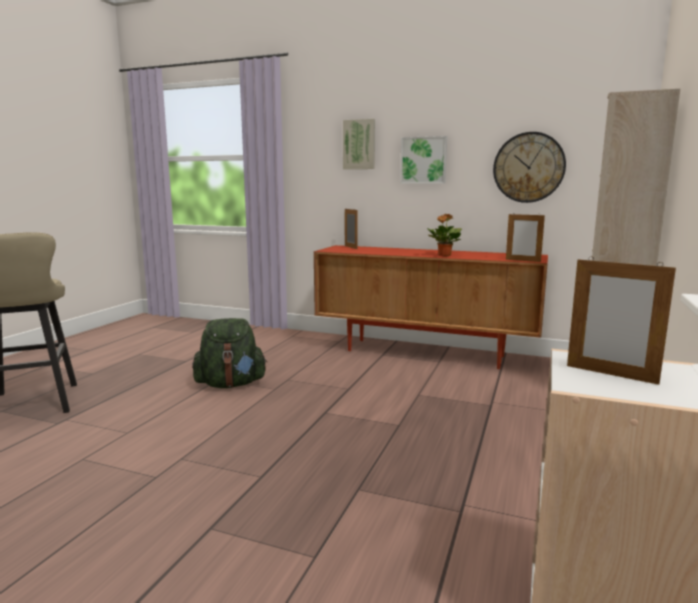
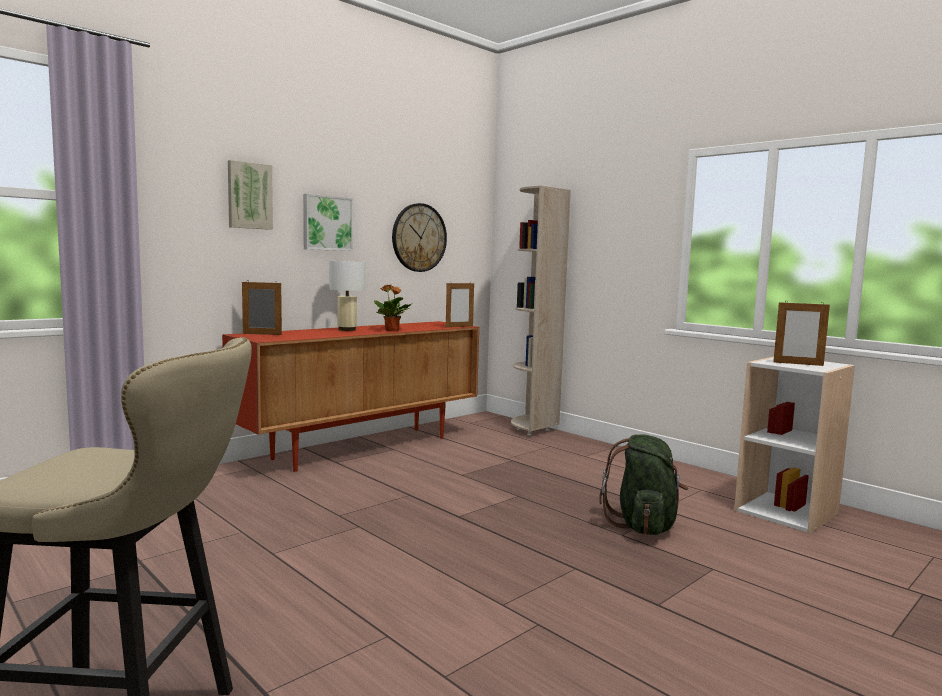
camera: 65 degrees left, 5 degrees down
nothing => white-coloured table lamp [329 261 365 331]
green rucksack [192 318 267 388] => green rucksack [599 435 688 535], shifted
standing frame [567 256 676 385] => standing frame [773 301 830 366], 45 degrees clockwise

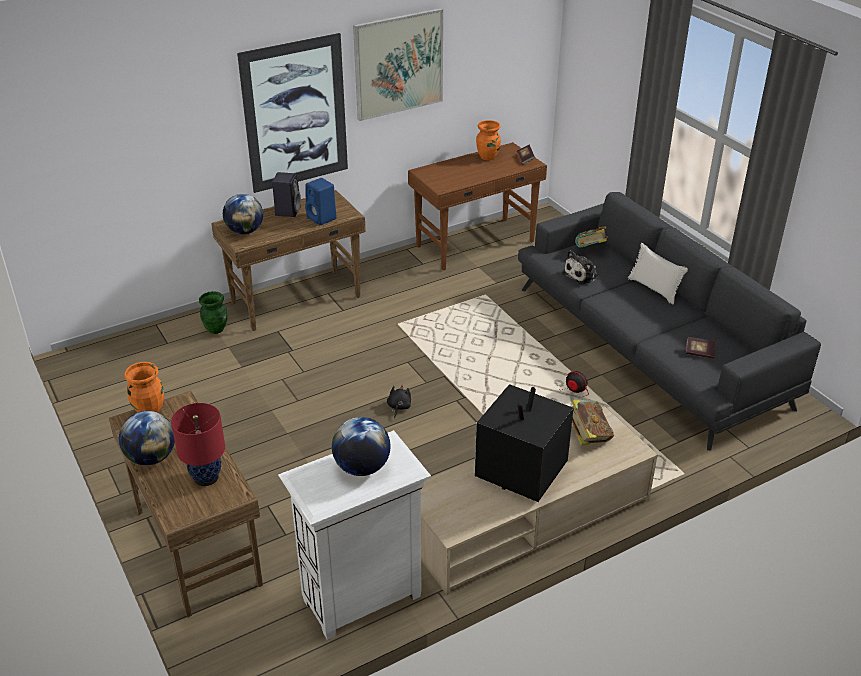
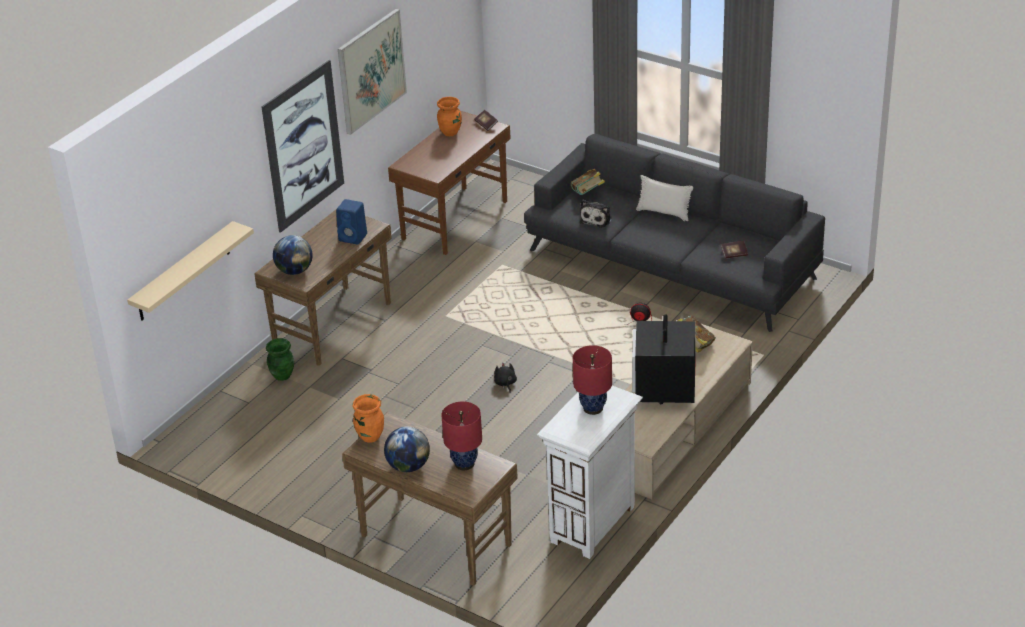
camera: 25 degrees left, 0 degrees up
black loudspeaker [272 172 301 217] => nothing
nothing => beige-coloured bracket shelf [127 221 254 321]
world globe [332 417 391 476] => reddish table lamp [573 345 612 415]

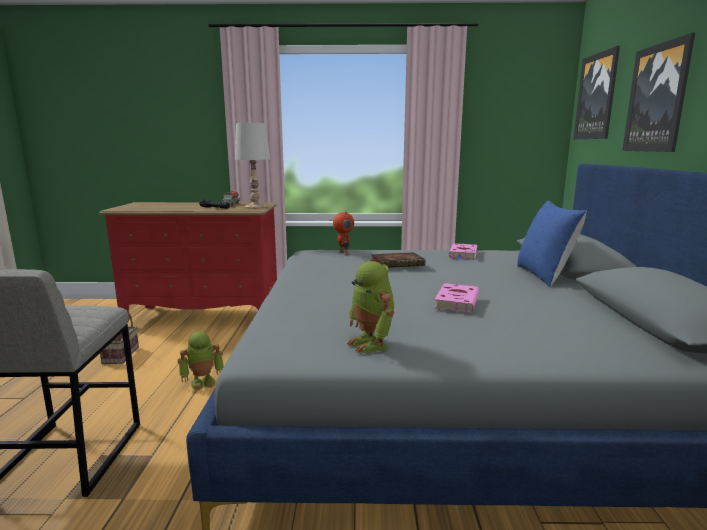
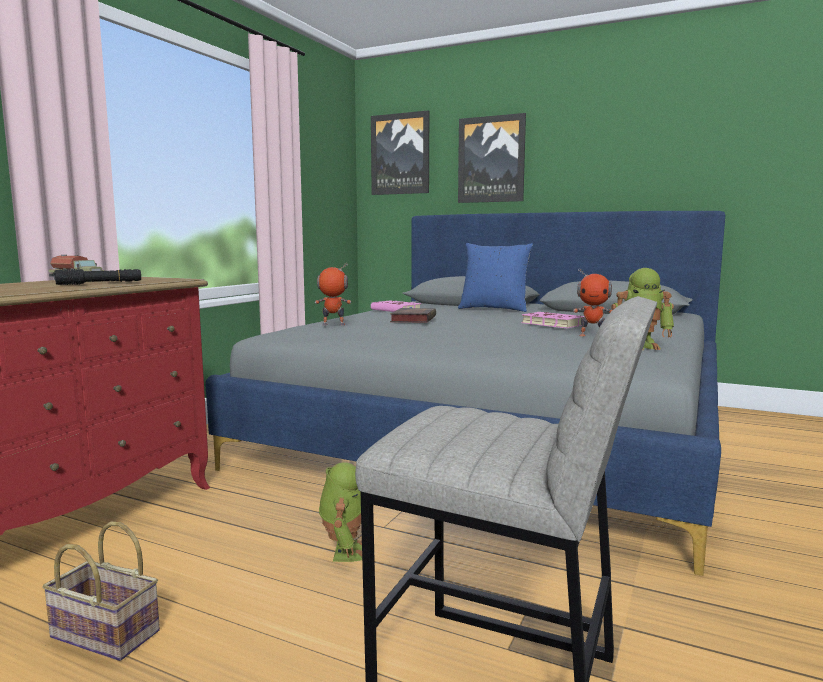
camera: 65 degrees left, 5 degrees down
white-coloured table lamp [235 123 270 209] => nothing
nothing => toy robot [573 268 612 336]

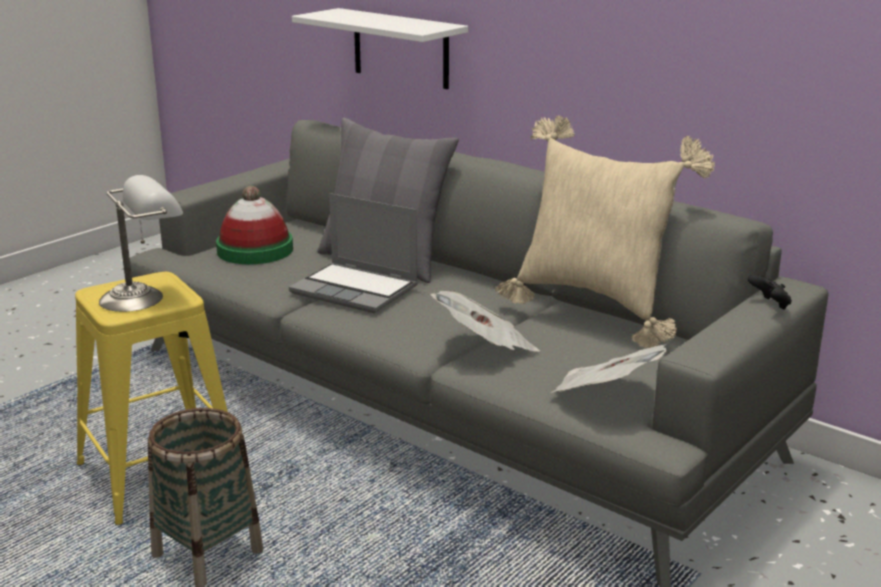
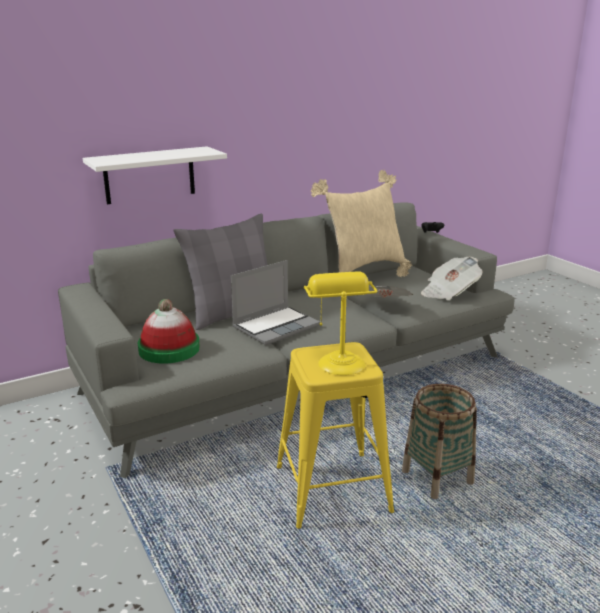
camera: 70 degrees left, 0 degrees up
white-coloured table lamp [99 175 183 312] => yellow table lamp [304 272 378 375]

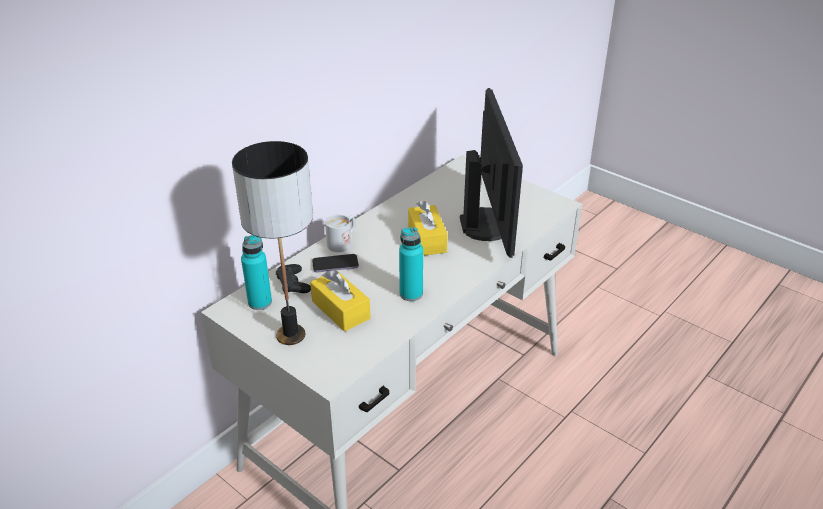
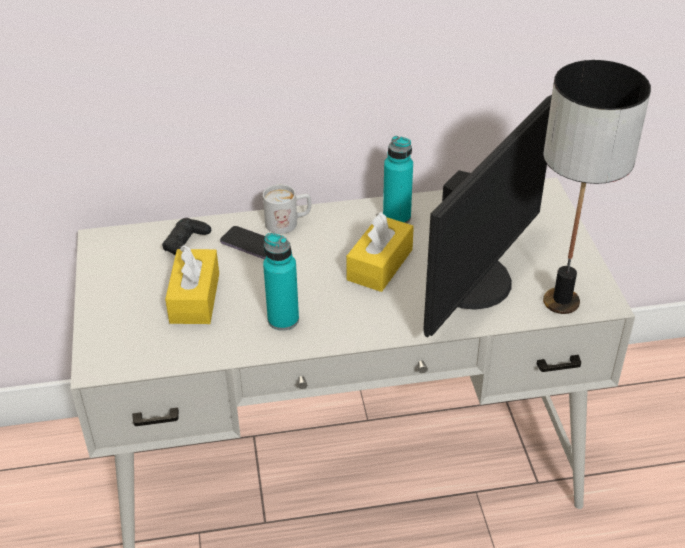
camera: 40 degrees right, 5 degrees up
table lamp [232 141 313 345] => table lamp [543 60 651 314], shifted
turquoise drink bottle [241 235 272 310] => turquoise drink bottle [383 136 413 223], shifted

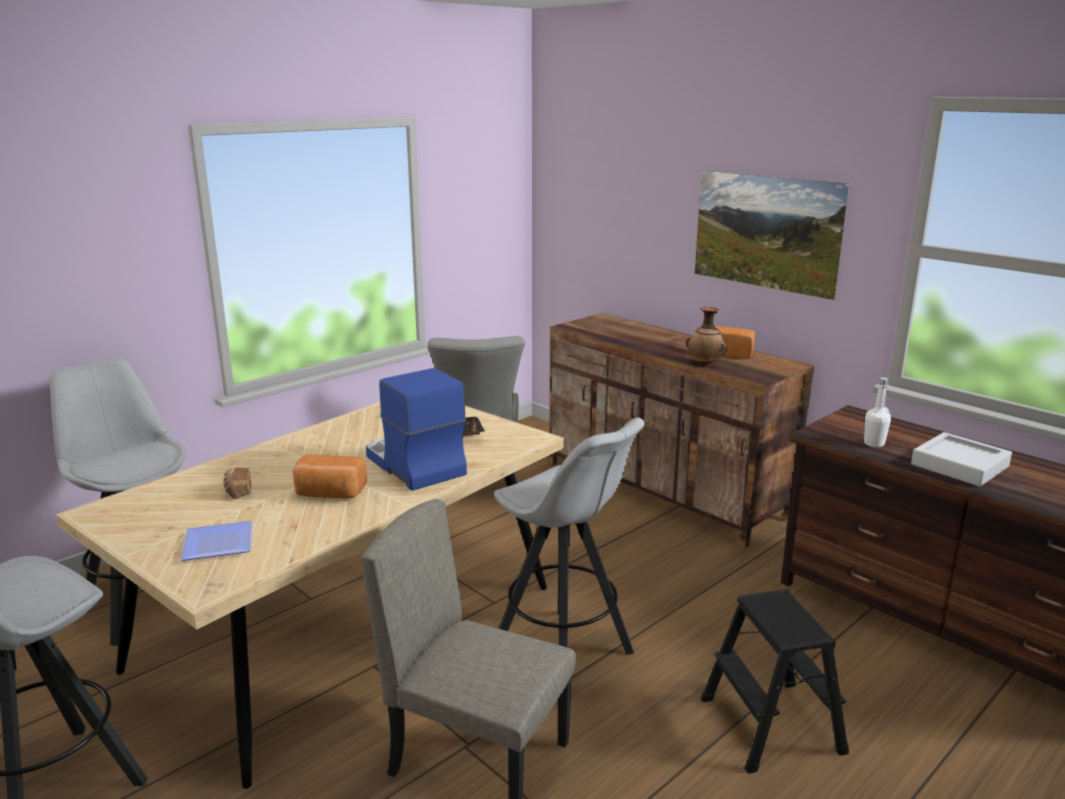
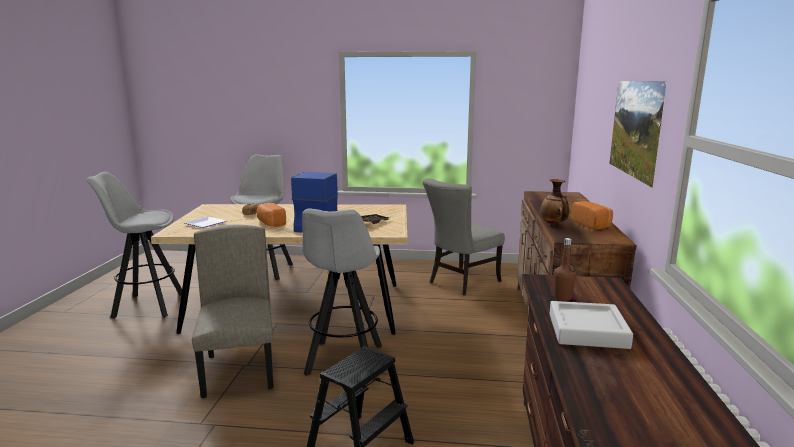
camera: 50 degrees right, 5 degrees down
white-coloured drink bottle [864 377 891 447] => brownish drink bottle [553 238 576 301]

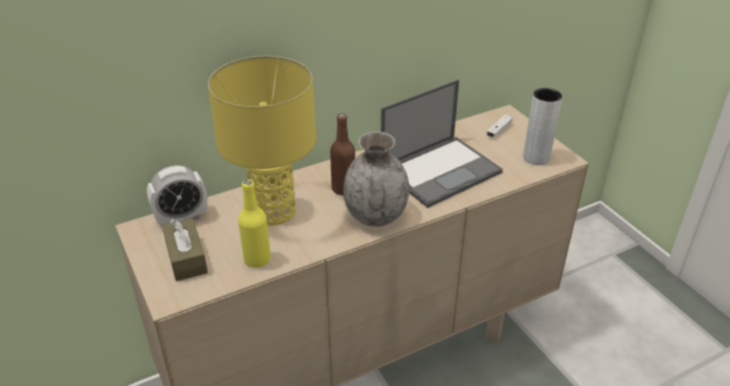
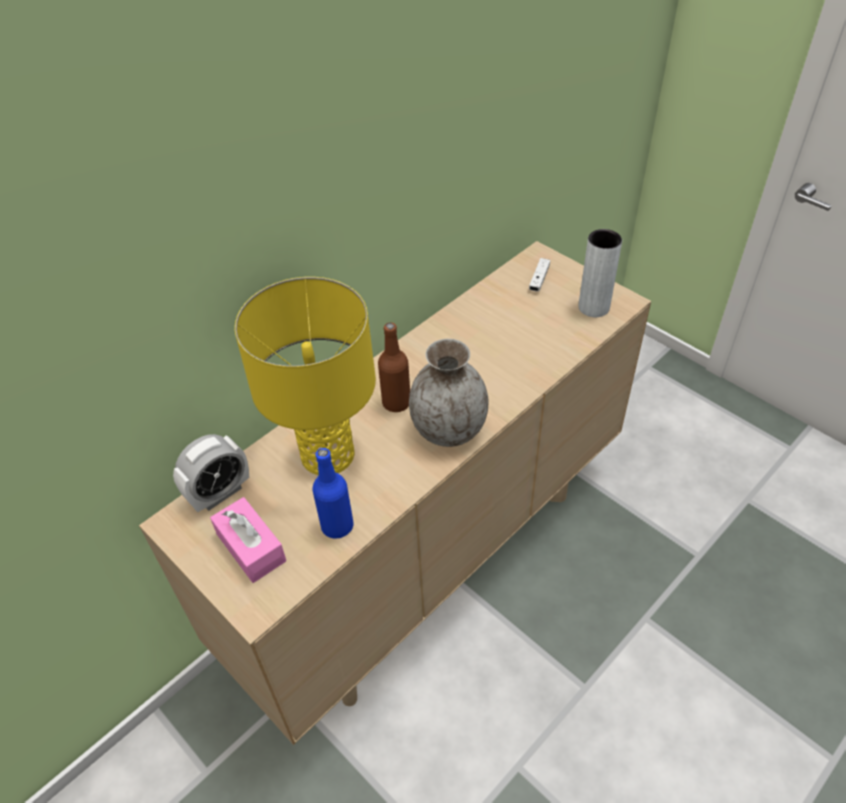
camera: 15 degrees left, 10 degrees up
notebook computer [381 79 503 208] => nothing
brownish tissue box [162 218 208 281] => pinkish tissue box [210 497 286 583]
yellow drink bottle [238 179 271 268] => blue drink bottle [312 448 354 538]

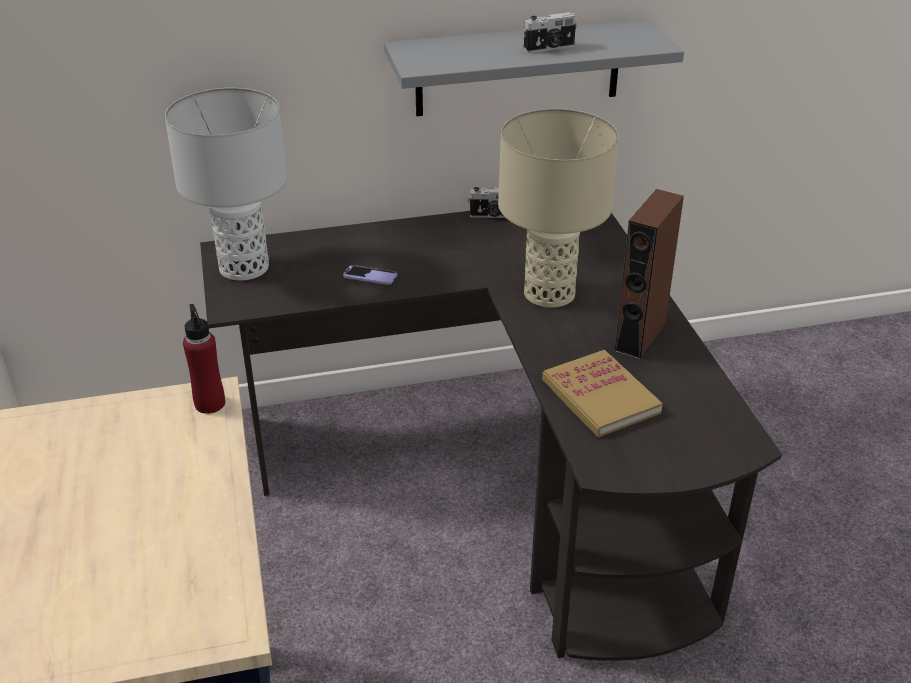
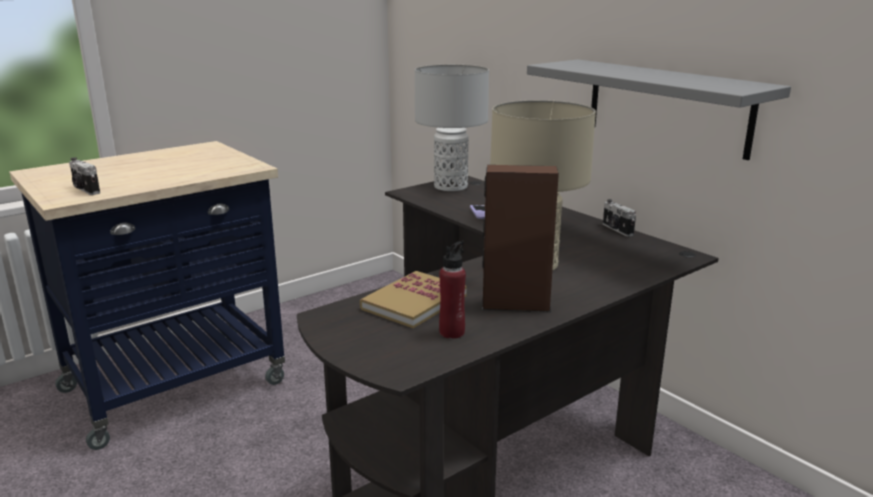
camera: 65 degrees right, 15 degrees down
reddish drink bottle [183 304 225 414] => reddish drink bottle [439 241 466 339], shifted
still camera [523 12 577 53] => still camera [69 157 100 195], shifted

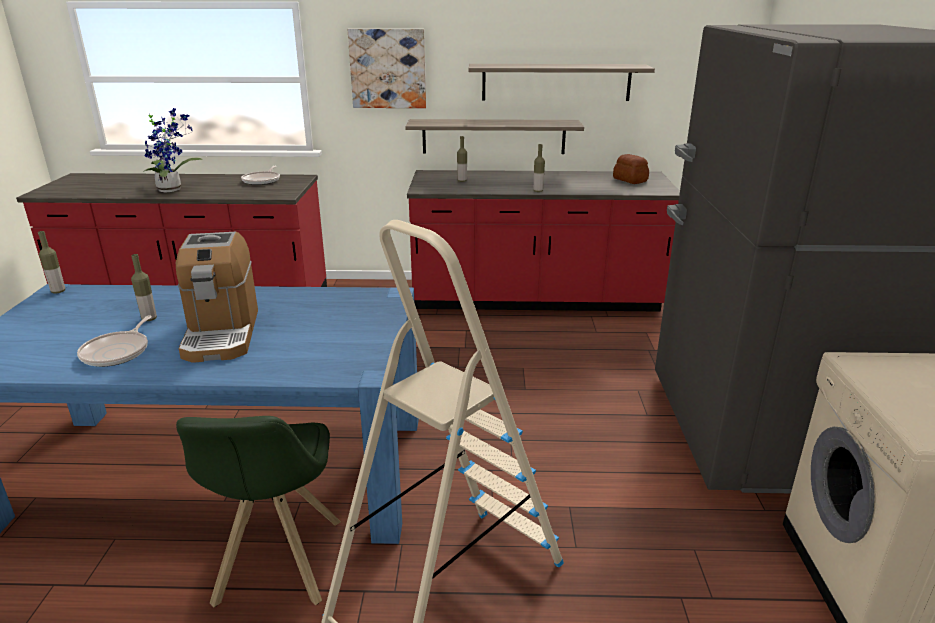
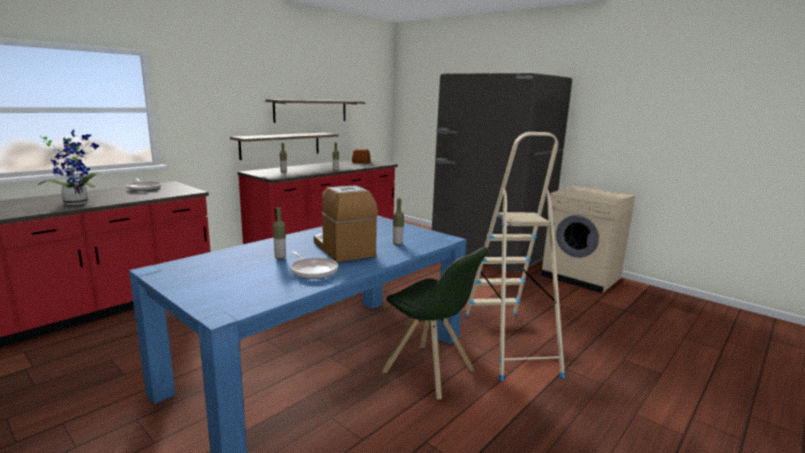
camera: 50 degrees left, 10 degrees down
wall picture [348 29 426 108] => nothing
drink bottle [38 231 65 293] => drink bottle [393 199 404 245], shifted
coffee brewer [175 232 258 363] => coffee brewer [314 185 378 262], 150 degrees counterclockwise

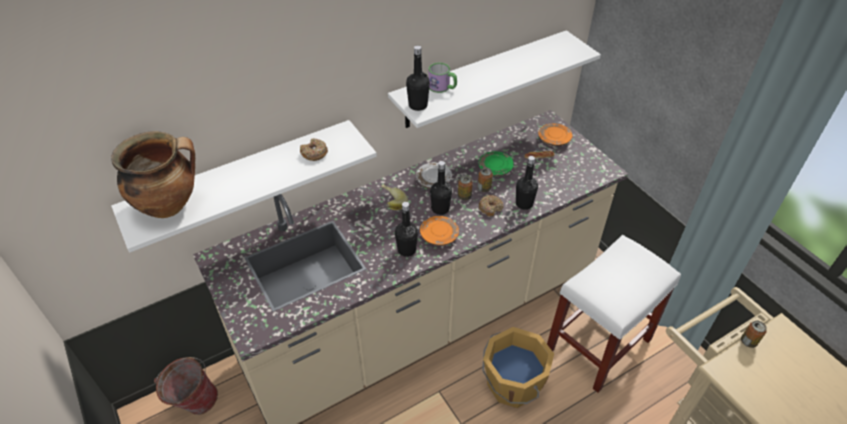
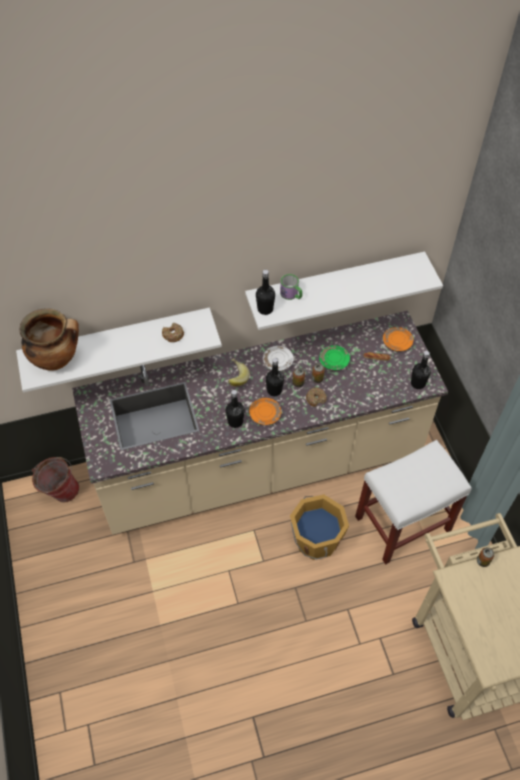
camera: 15 degrees right, 10 degrees up
black drink bottle [516 156 538 210] => black drink bottle [411 351 431 389], shifted

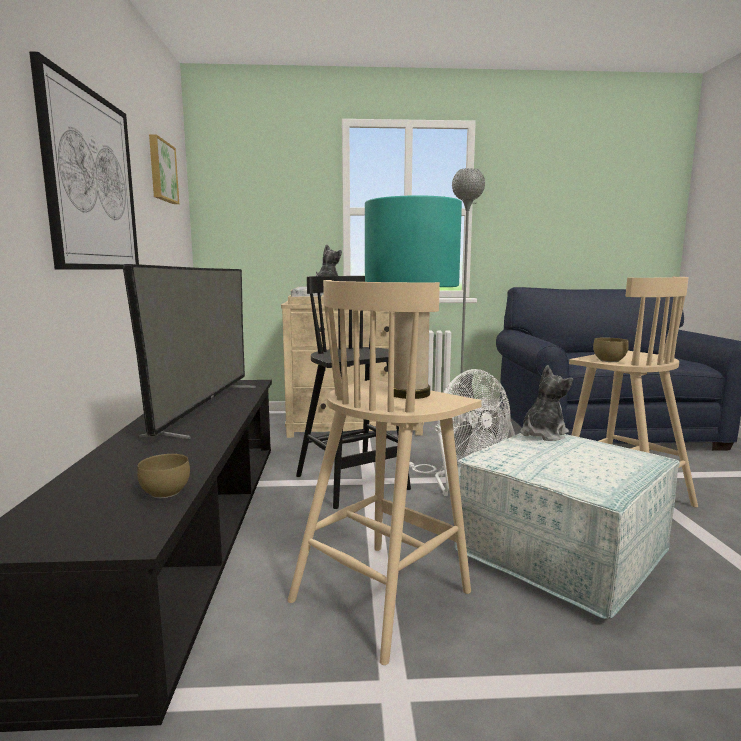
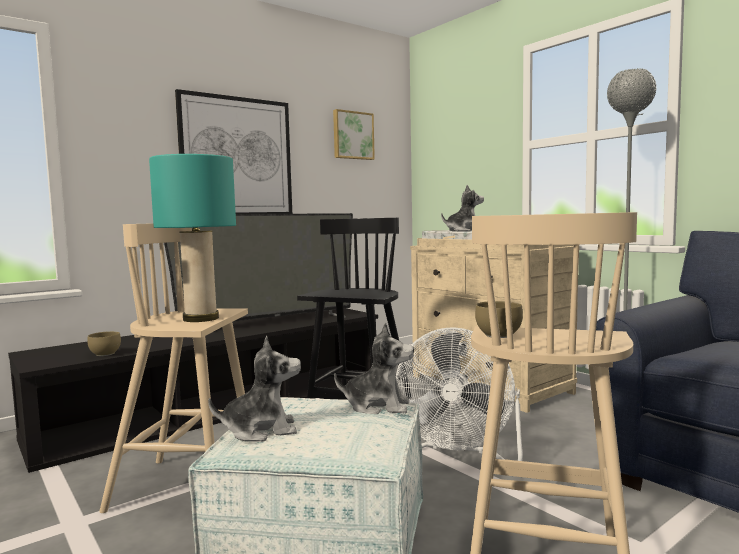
camera: 55 degrees right, 5 degrees down
nothing => cuddly toy [208 336 301 442]

